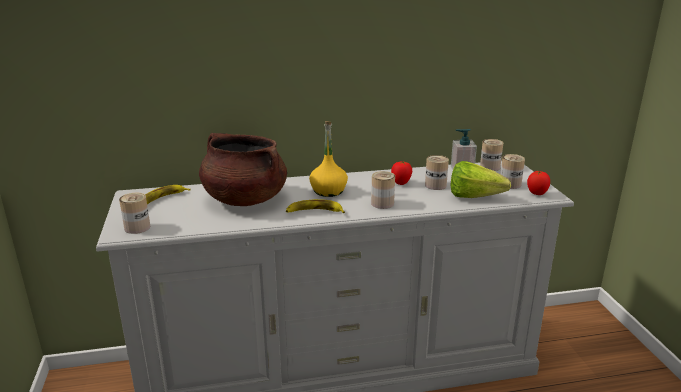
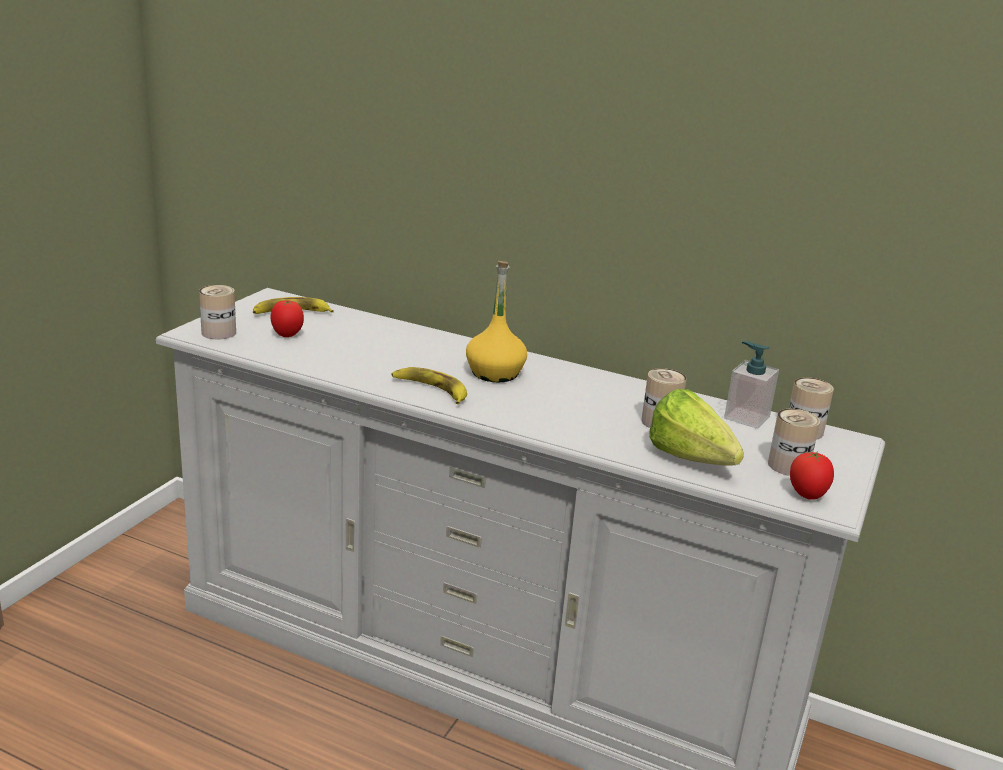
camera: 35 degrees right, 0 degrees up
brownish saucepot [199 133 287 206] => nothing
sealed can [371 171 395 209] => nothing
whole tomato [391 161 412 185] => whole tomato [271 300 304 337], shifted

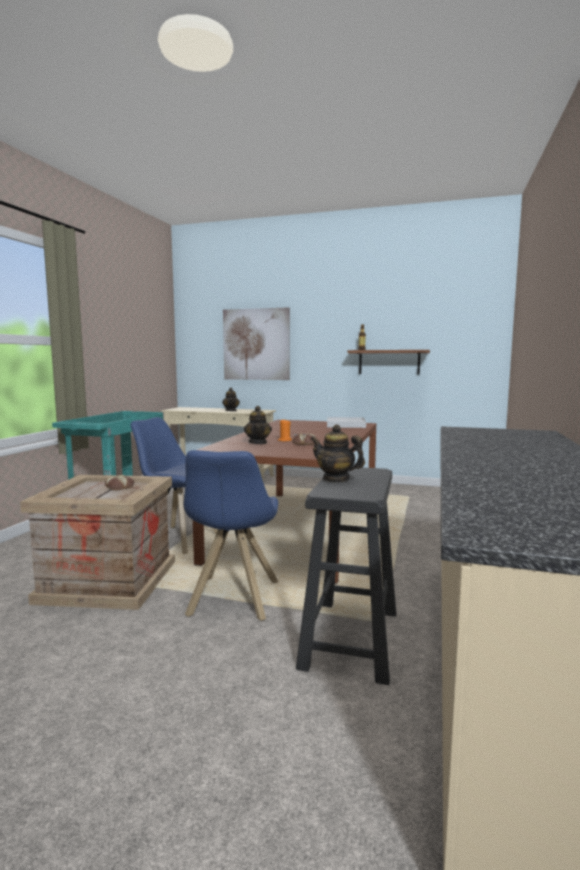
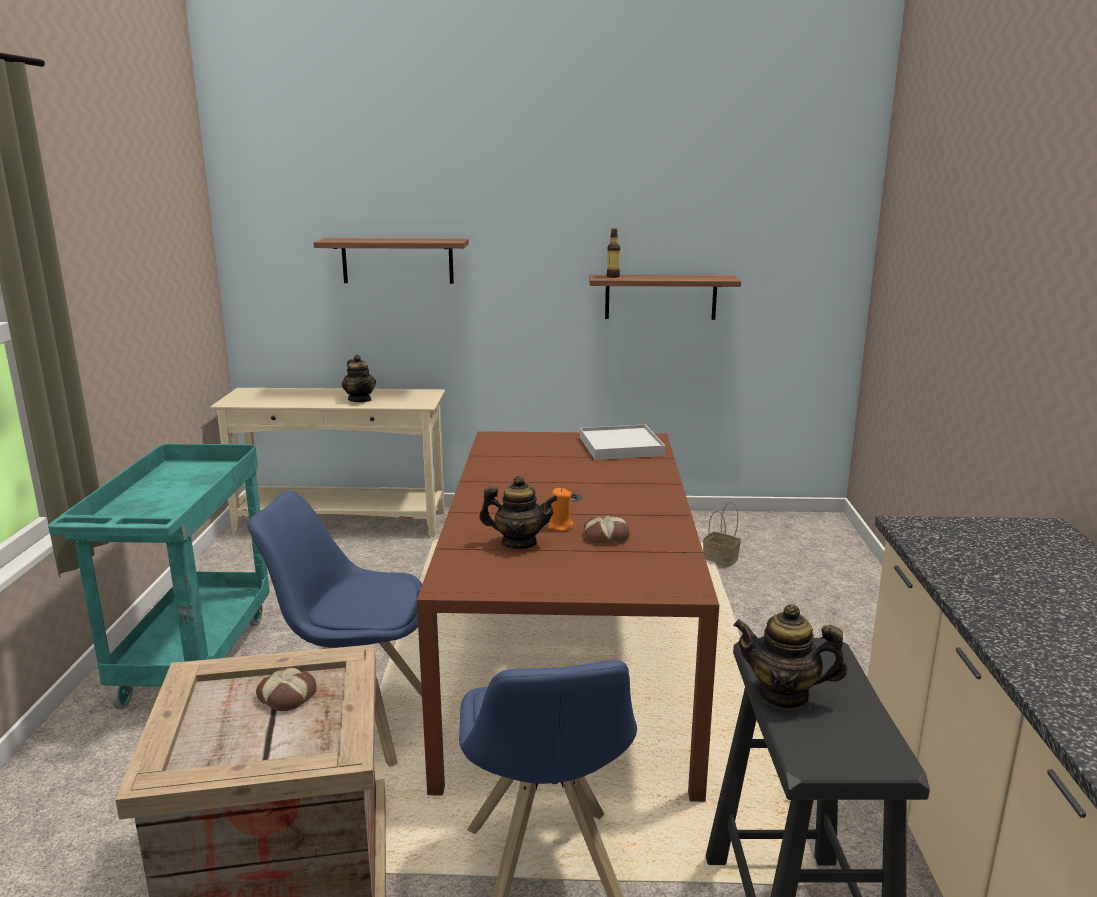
camera: 15 degrees left, 10 degrees up
nothing => basket [703 502 741 567]
wall picture [223 307 290 380] => bracket shelf [314 238 469 284]
pot for tea [244 406 272 444] => pot for tea [479 475 558 549], 60 degrees counterclockwise

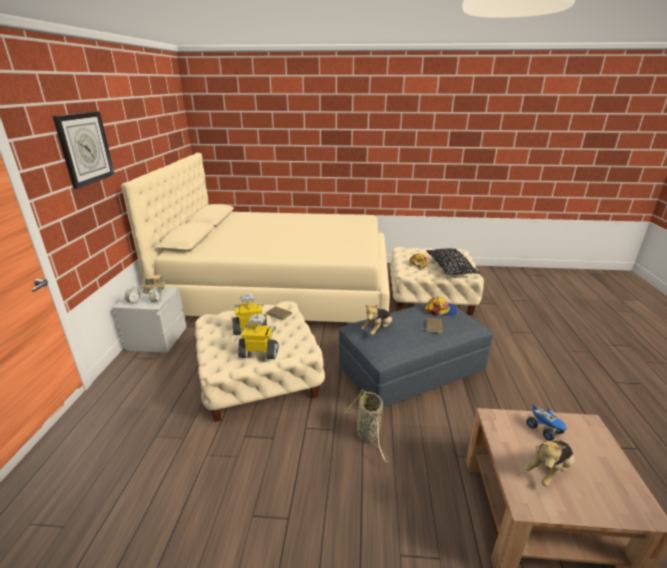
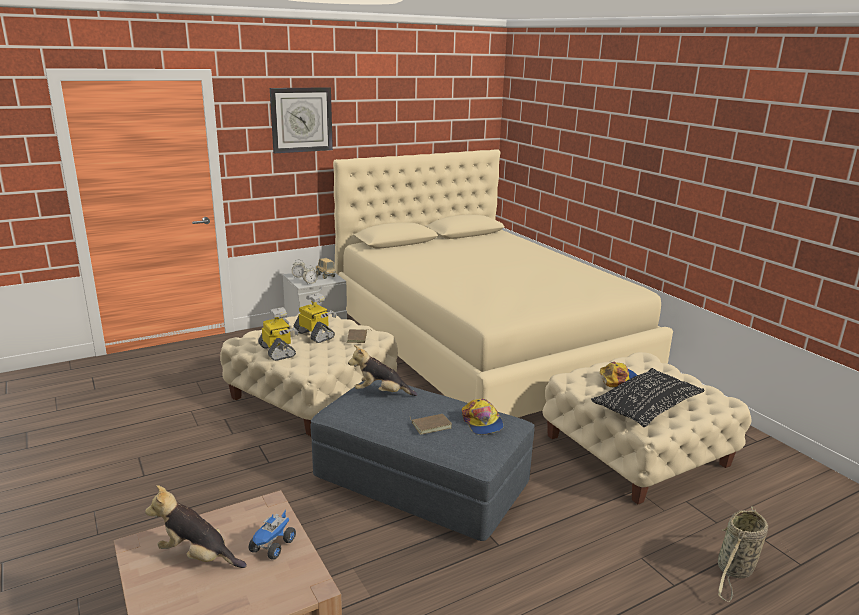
camera: 55 degrees right, 5 degrees down
basket [344 389 390 462] => basket [718 506 768 602], shifted

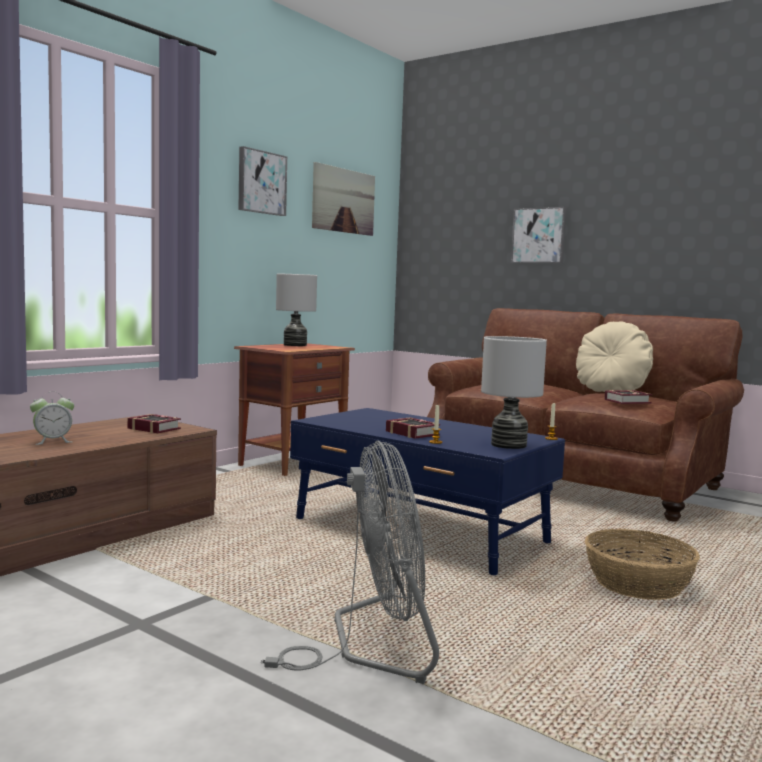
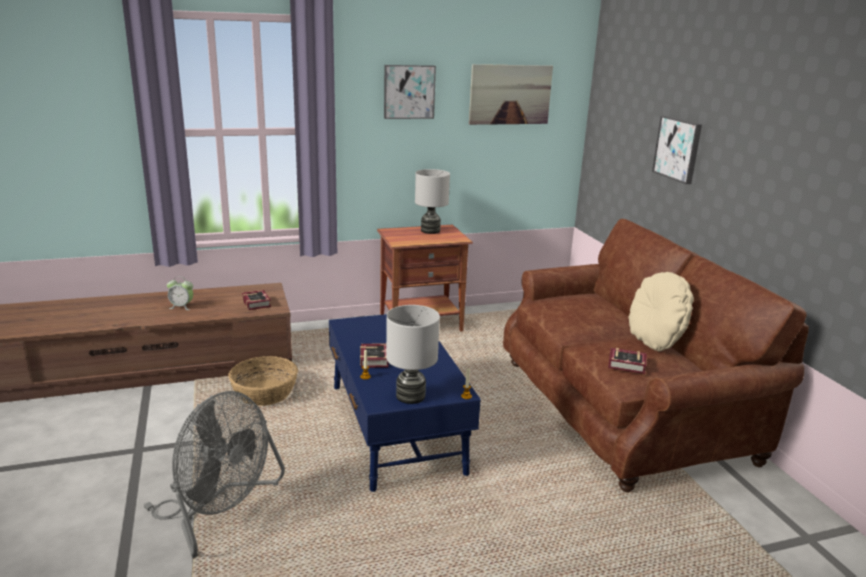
camera: 35 degrees right, 15 degrees up
basket [585 529 700 600] => basket [228 356 298 406], shifted

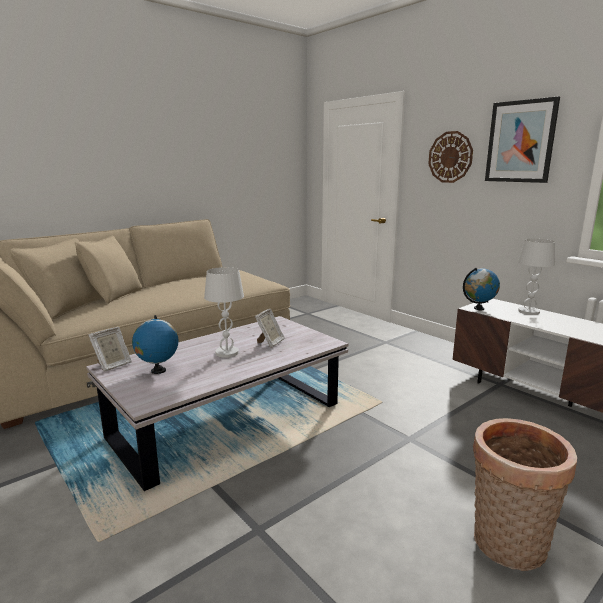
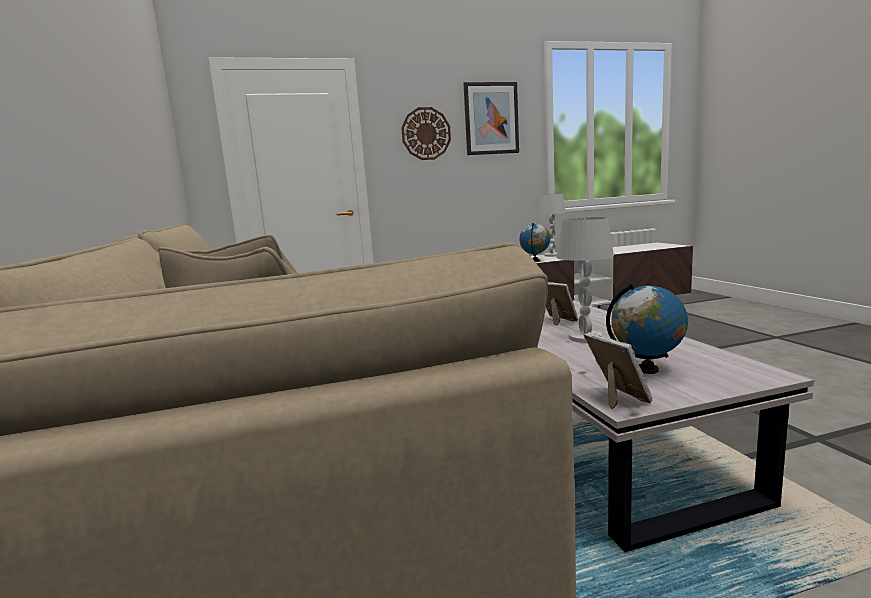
camera: 65 degrees left, 5 degrees down
basket [473 418 577 571] => nothing

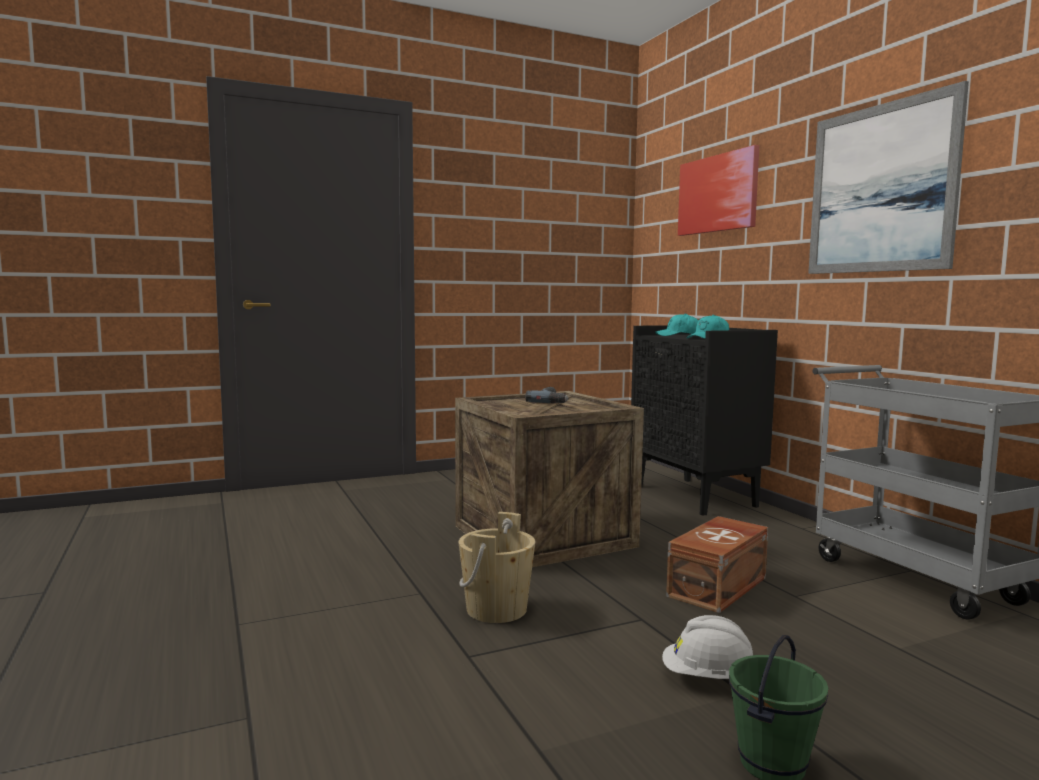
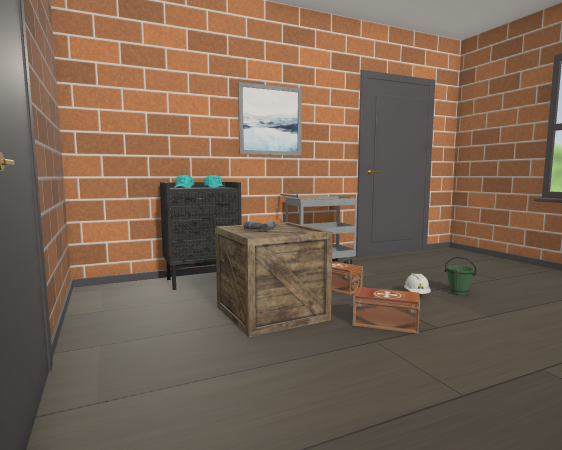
camera: 90 degrees left, 0 degrees up
wall picture [678 145 759 236] => nothing
beige-coloured bucket [459 512 535 623] => brownish storage container [353 287 420 334]

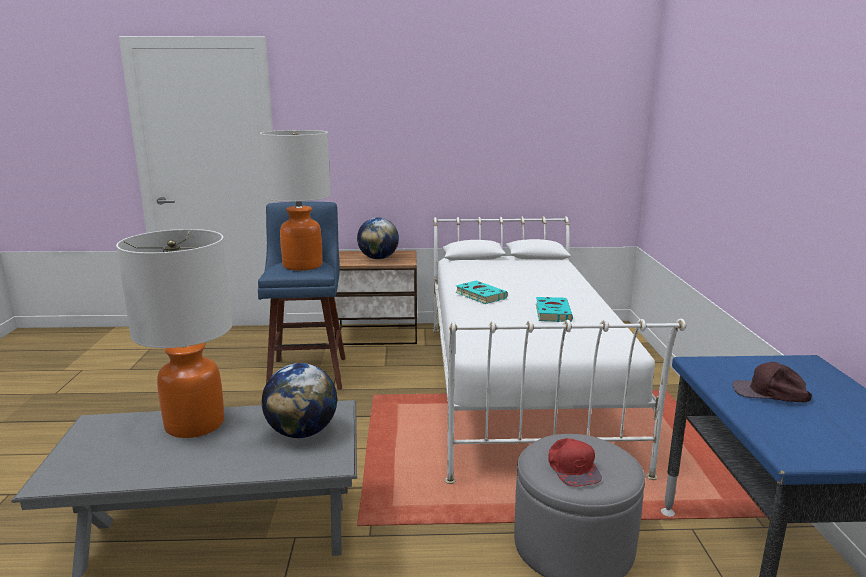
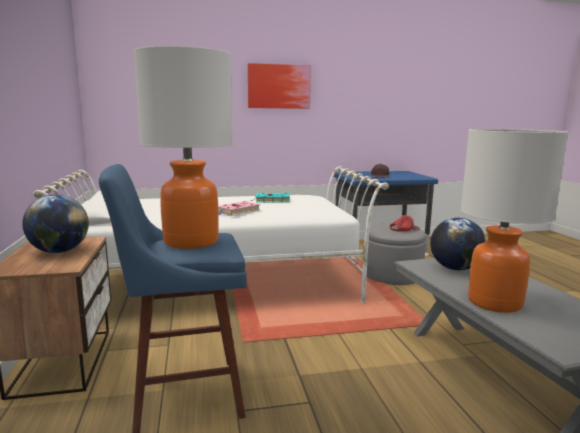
camera: 100 degrees left, 5 degrees down
nothing => wall picture [248 63 311 109]
turquoise volume [455 280 508 304] => pinkish volume [218 201 260 216]

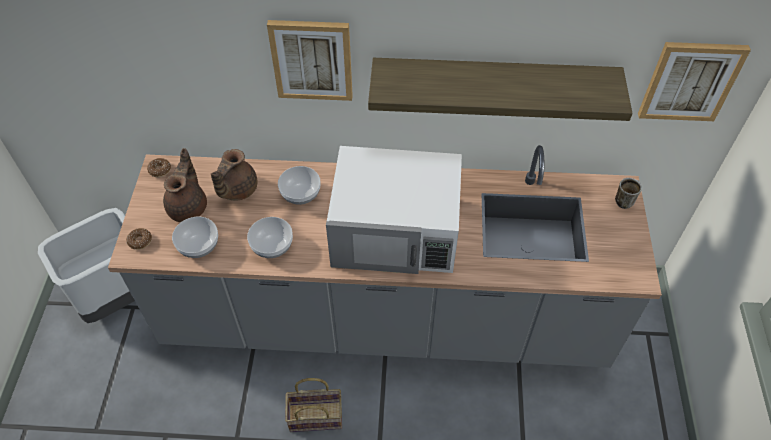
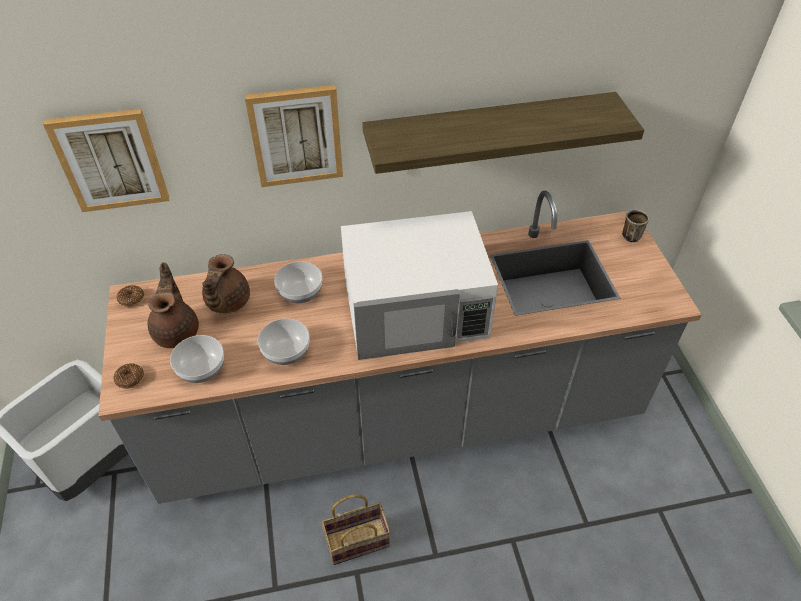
camera: 15 degrees left, 5 degrees down
wall picture [638 42 751 121] => wall picture [43 109 169 212], shifted

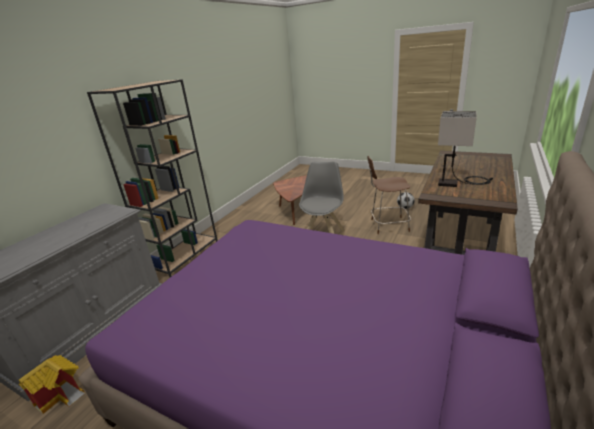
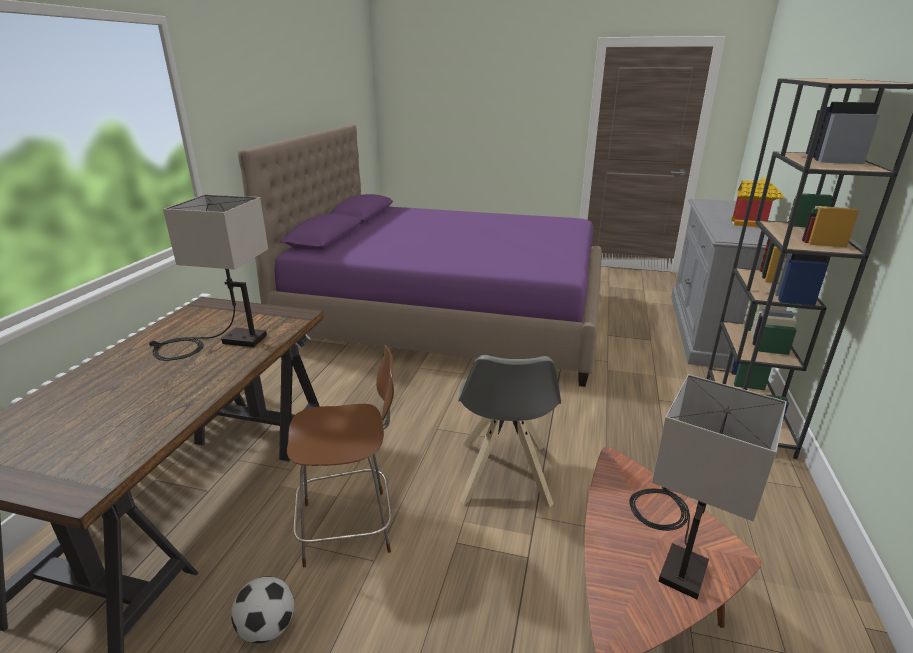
camera: 165 degrees right, 0 degrees up
nothing => table lamp [629 374 787 599]
toy house [19 355 85 414] => toy house [731 177 785 227], shifted

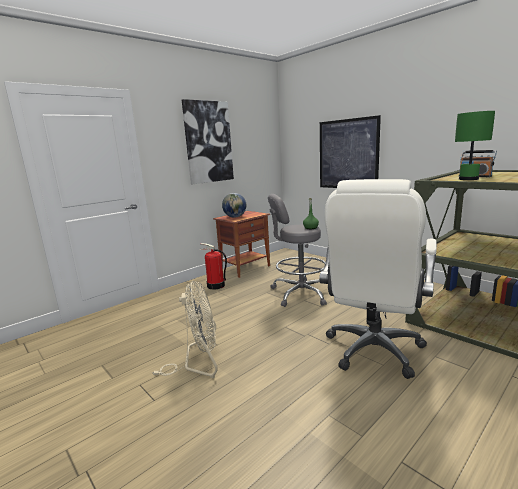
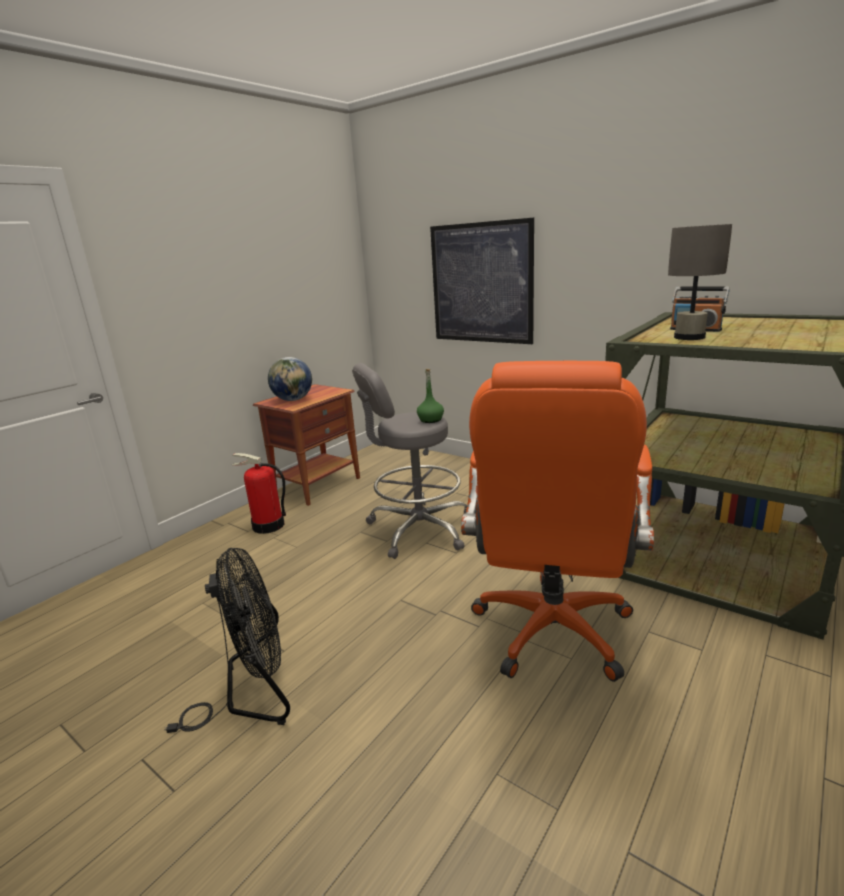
camera: 10 degrees left, 5 degrees up
wall picture [182 99 234 184] => nothing
beige-coloured fan [153 281 218 379] => black fan [165 548 290 733]
white-coloured office chair [319 179 437 379] => orange-coloured office chair [461 361 654 682]
green table lamp [455 111 495 180] => greyish table lamp [668 224 732 340]

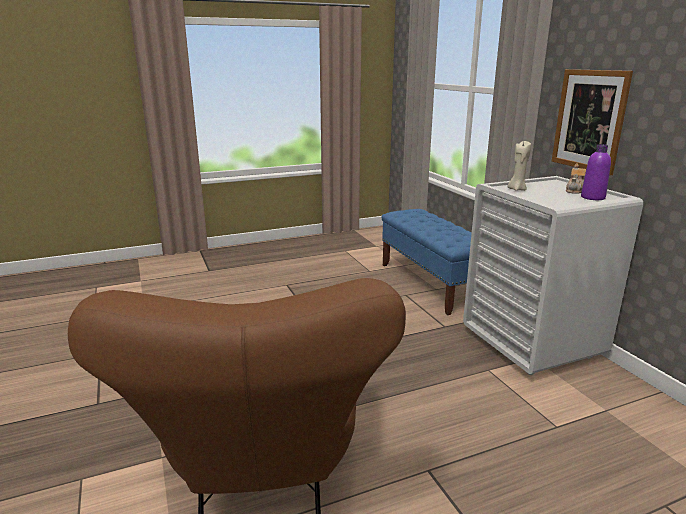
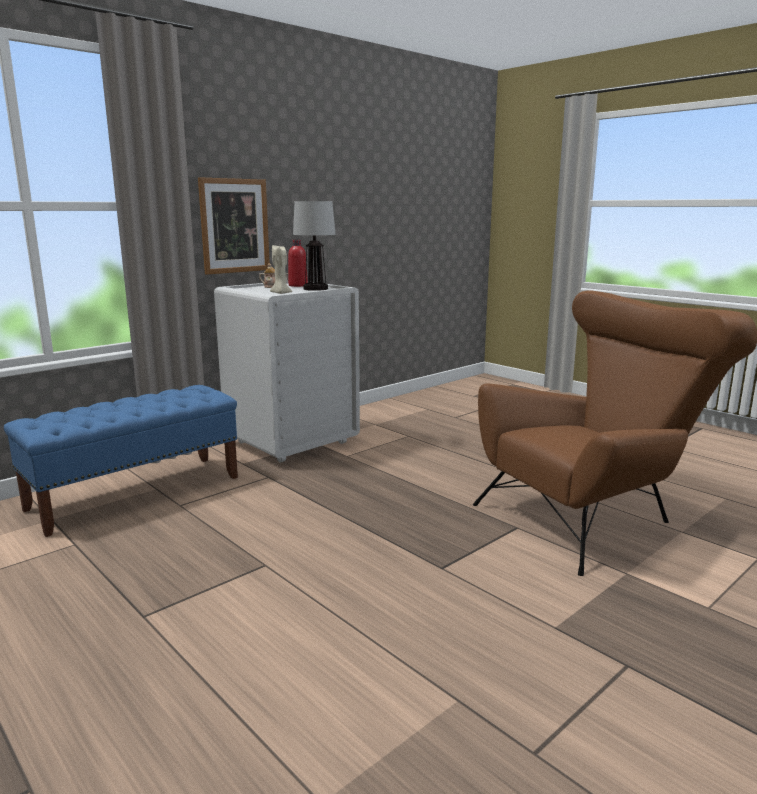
camera: 110 degrees left, 5 degrees down
nothing => table lamp [293 201 336 291]
purplish drink bottle [581 144 611 200] => reddish drink bottle [288 240 308 287]

